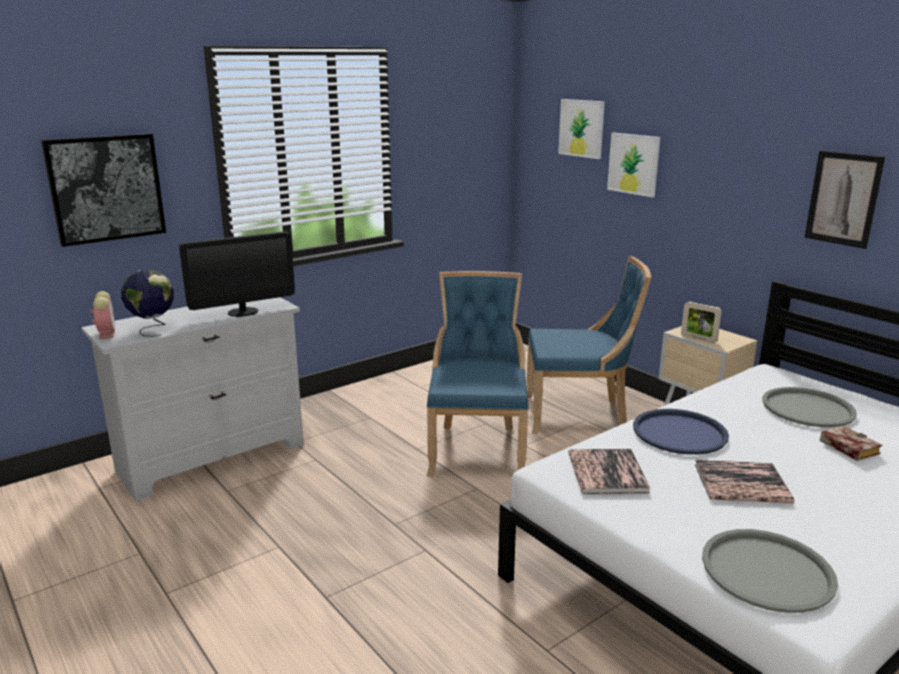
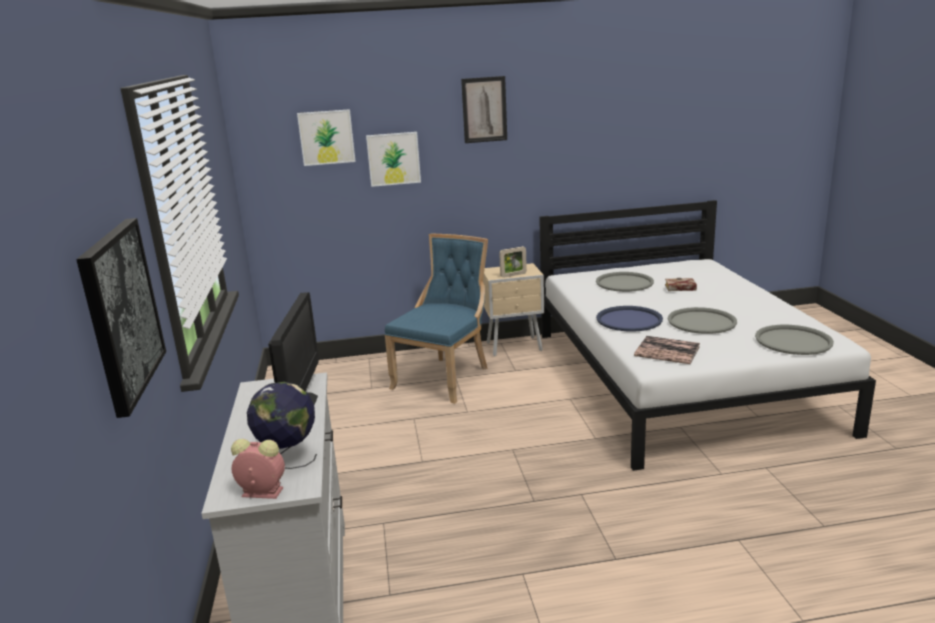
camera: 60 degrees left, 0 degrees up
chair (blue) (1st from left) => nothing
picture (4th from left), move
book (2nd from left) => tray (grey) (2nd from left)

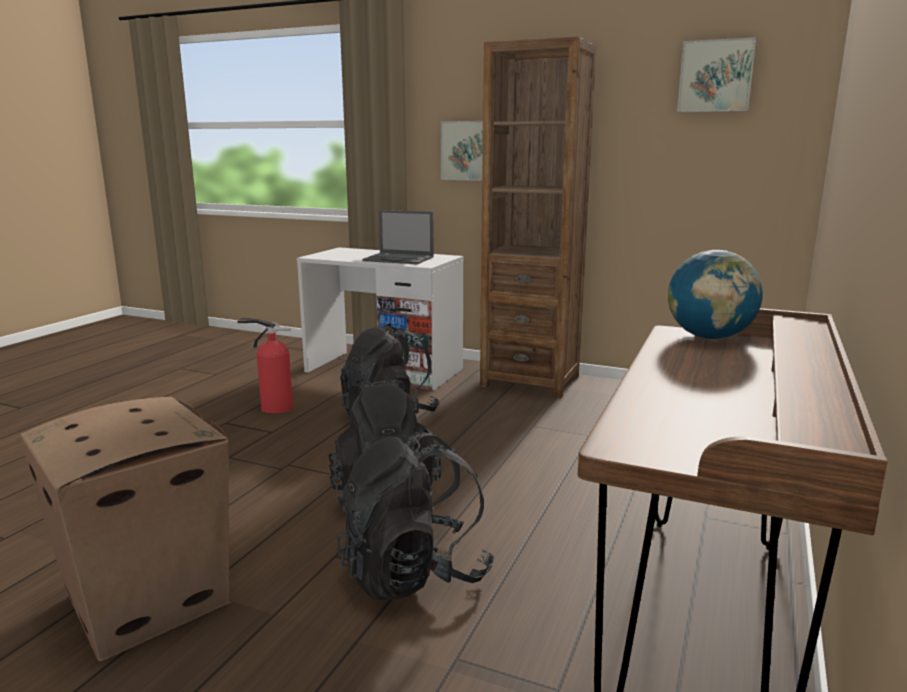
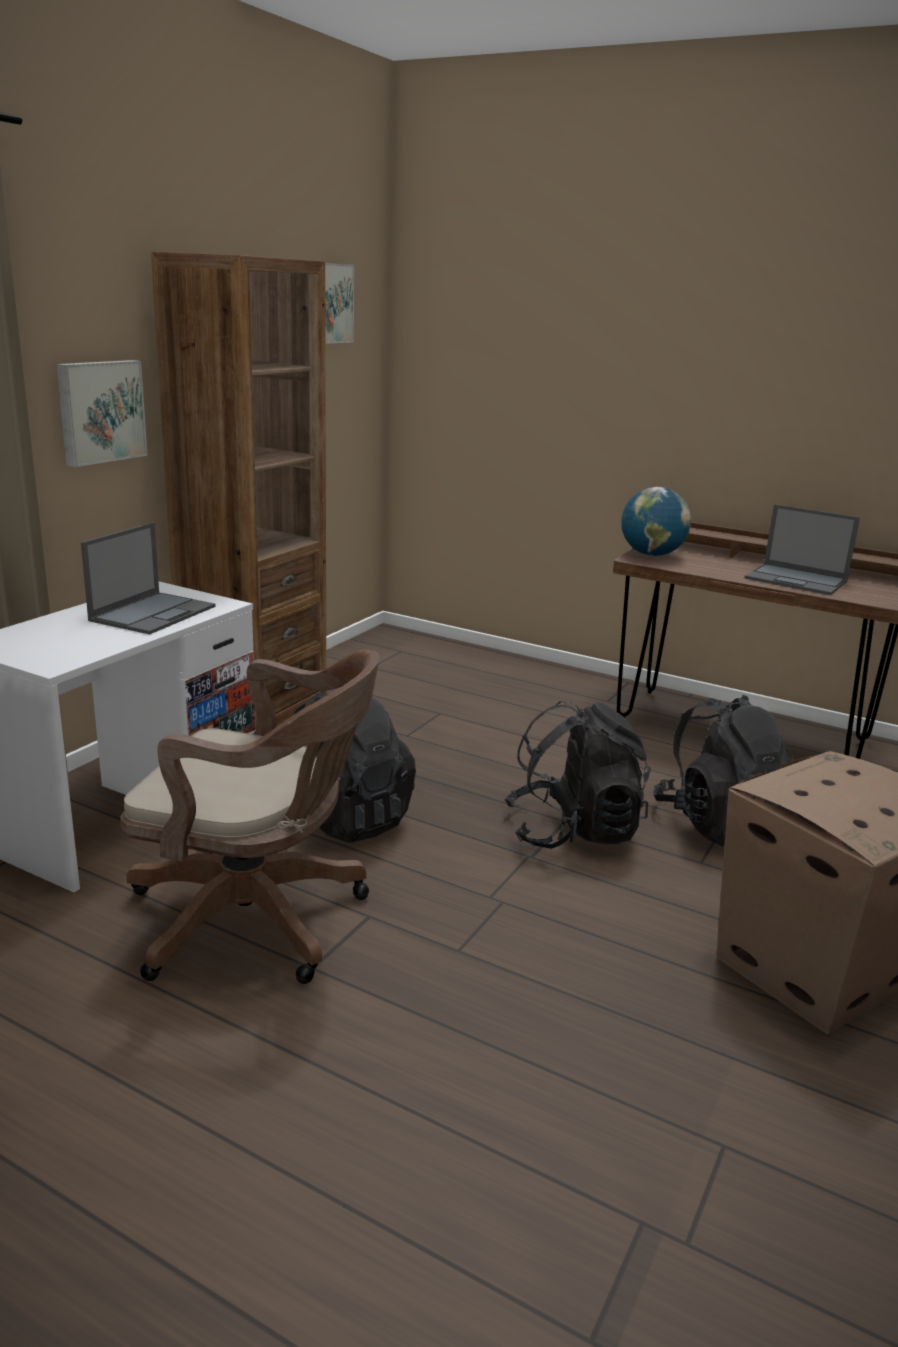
camera: 85 degrees left, 5 degrees up
nothing => laptop (2nd from left)
fire extinguisher => office chair (brown)

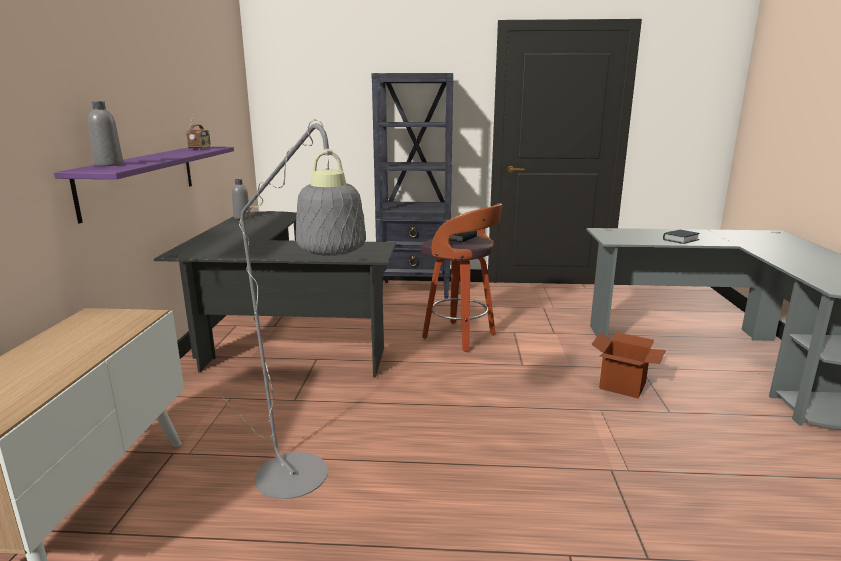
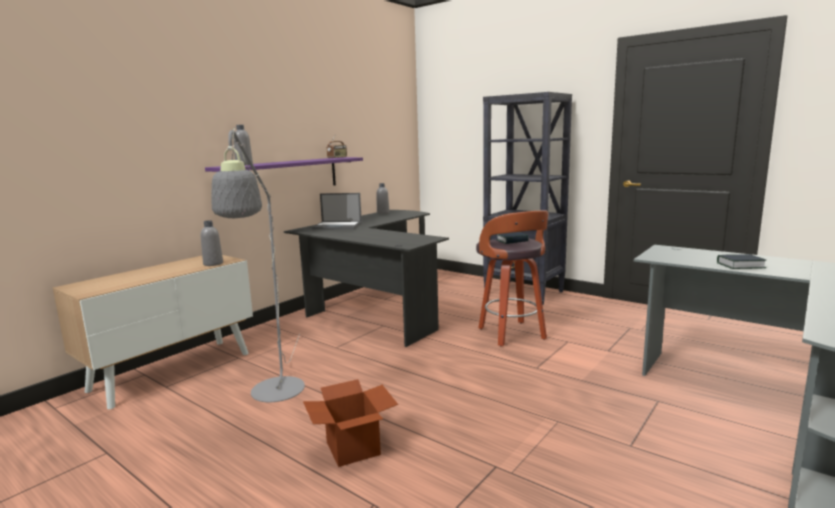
camera: 35 degrees right, 5 degrees down
nothing => bottle (grey) (1st from left)
nothing => laptop
cardboard box, move

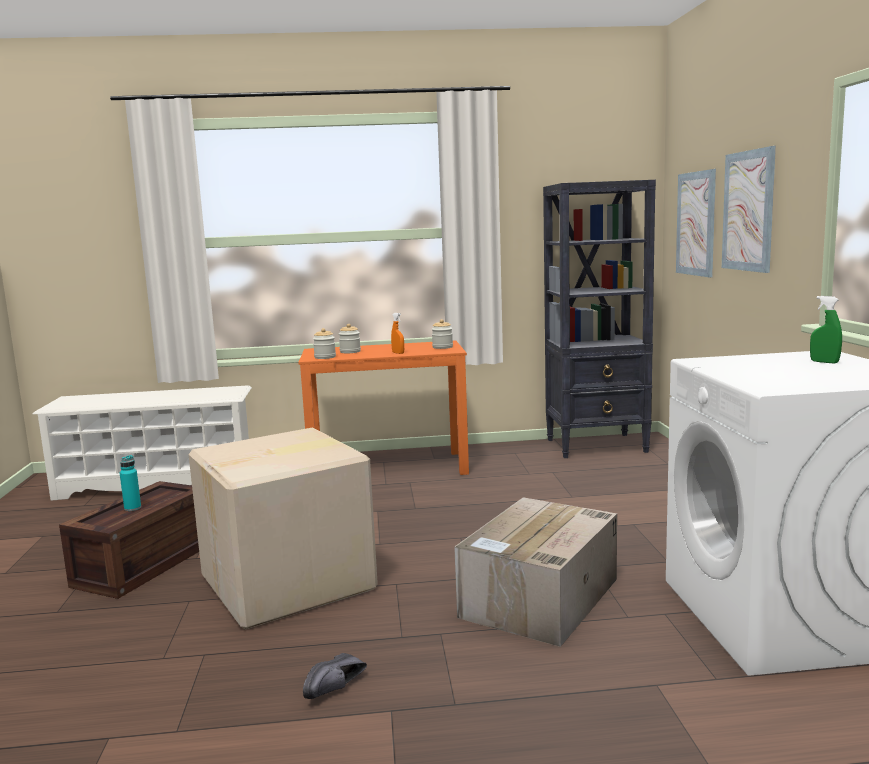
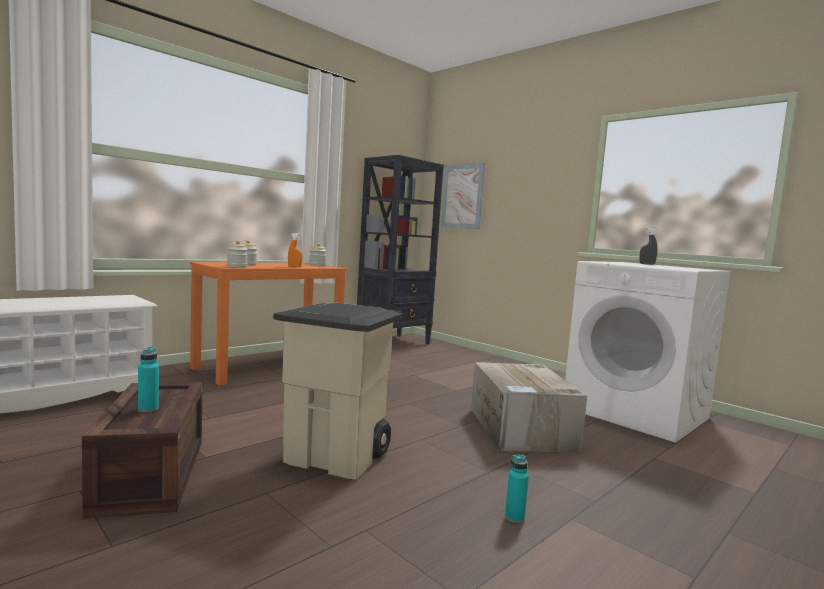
camera: 40 degrees left, 5 degrees down
picture (2nd from left) => nothing
cardboard box (1st from left) => trash can (beige)
shoe (black) => bottle (turquoise) (2nd from left)
spray bottle (green) => spray bottle (grey)

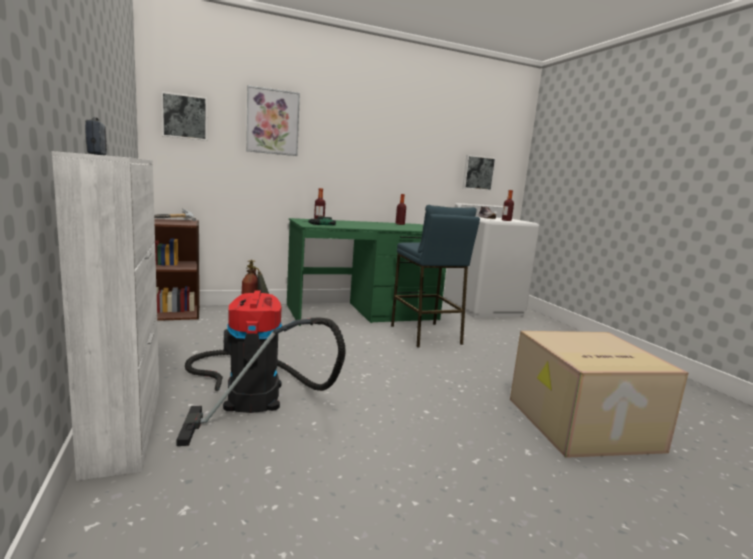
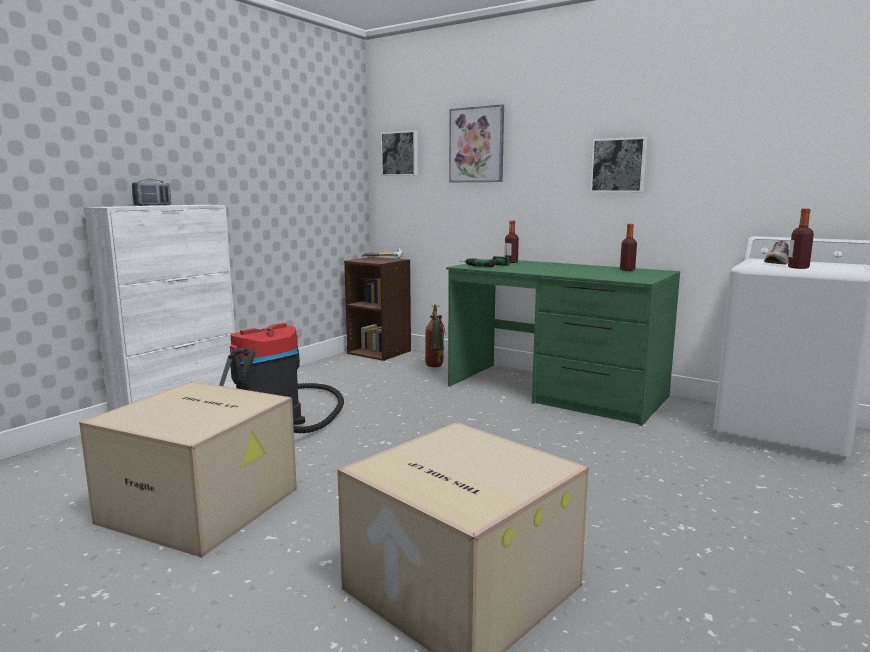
camera: 55 degrees right, 0 degrees up
stool (blue) => nothing
nothing => cardboard box (1st from left)
picture (3rd from left), move

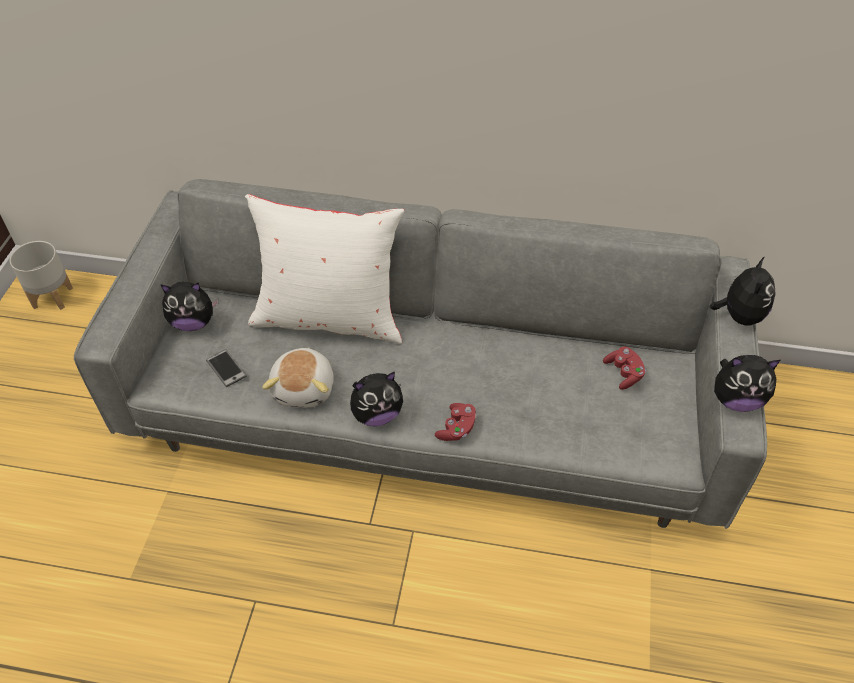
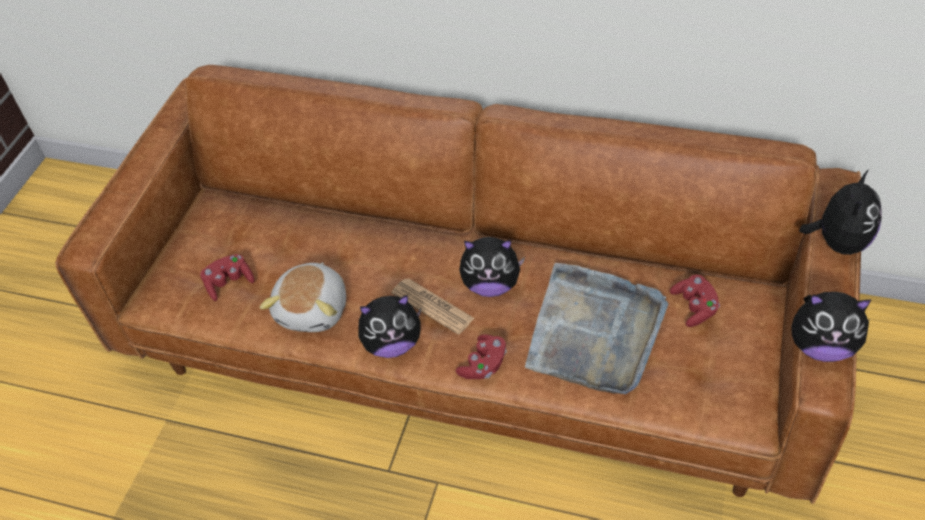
camera: 10 degrees right, 0 degrees up
planter (grey) => nothing
pillow (white) => nothing
nothing => newspaper
nothing => tray (grey)
plush toy (1st from left in the first image) => plush toy (3rd from left), move
phone => game controller (red) (1st from left)
sofa (grey) => sofa (brown)

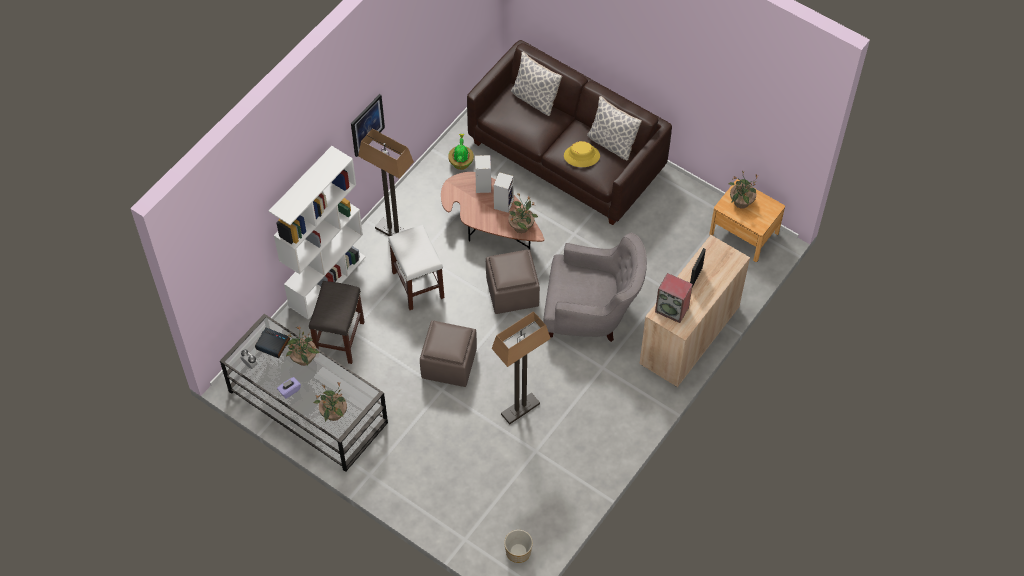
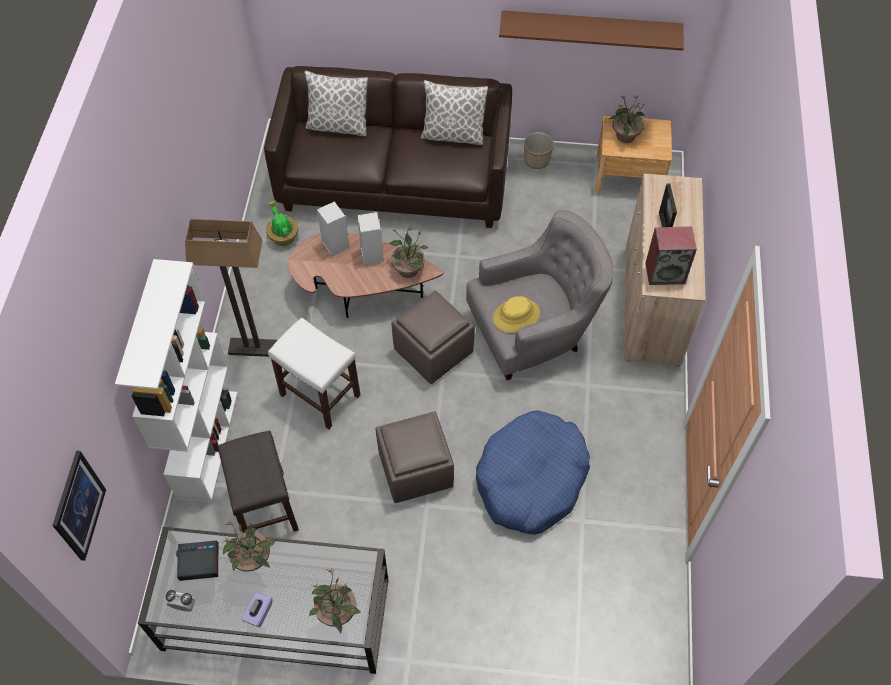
camera: 30 degrees left, 0 degrees up
nothing => shelf (brown)
picture, move
planter, move
hat (yellow), move
floor lamp (2nd from left) => dog bed (blue)

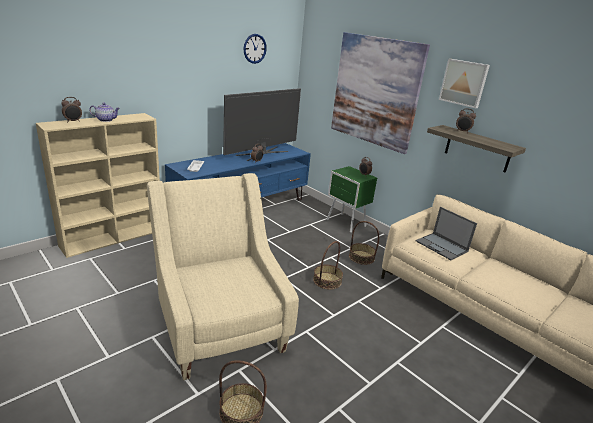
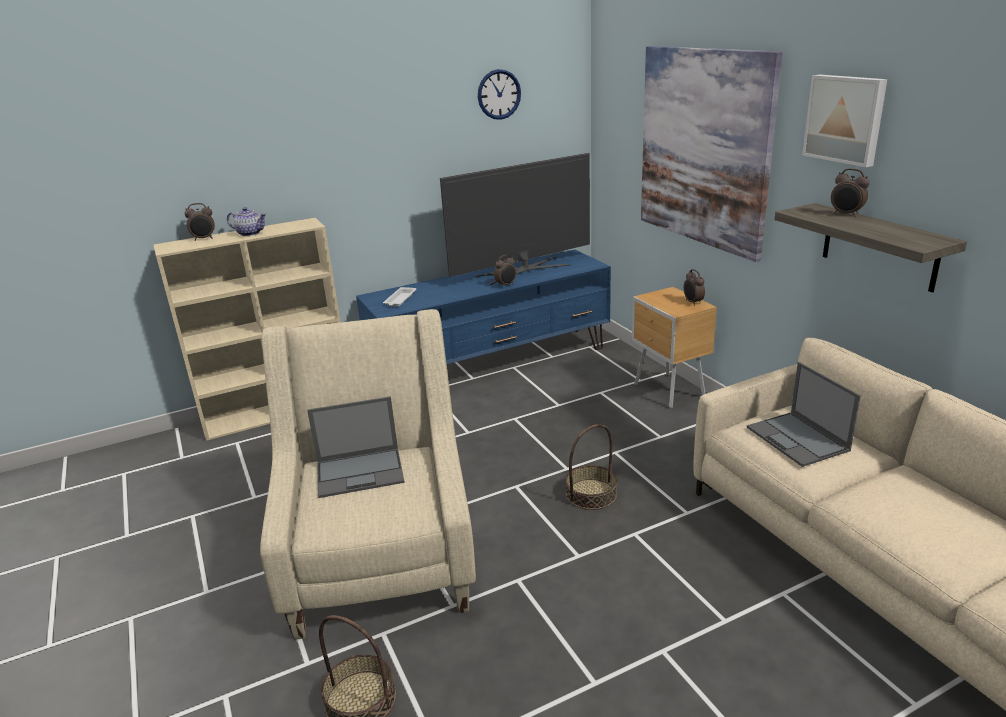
camera: 20 degrees right, 0 degrees up
basket (3rd from left) => nothing
nothing => laptop (1st from left)
nightstand (green) => nightstand (brown)

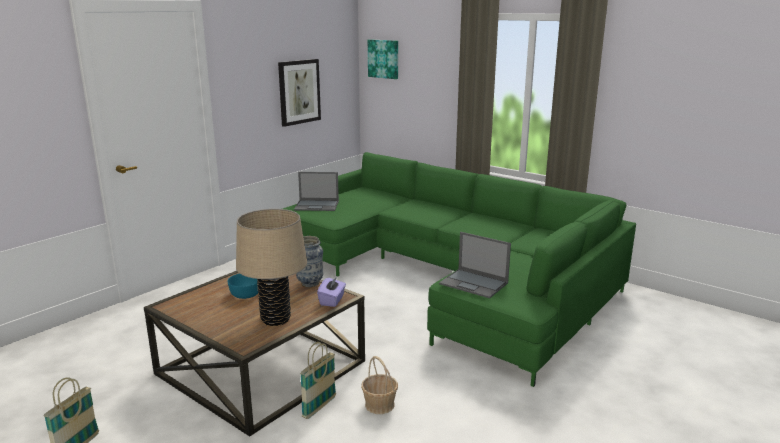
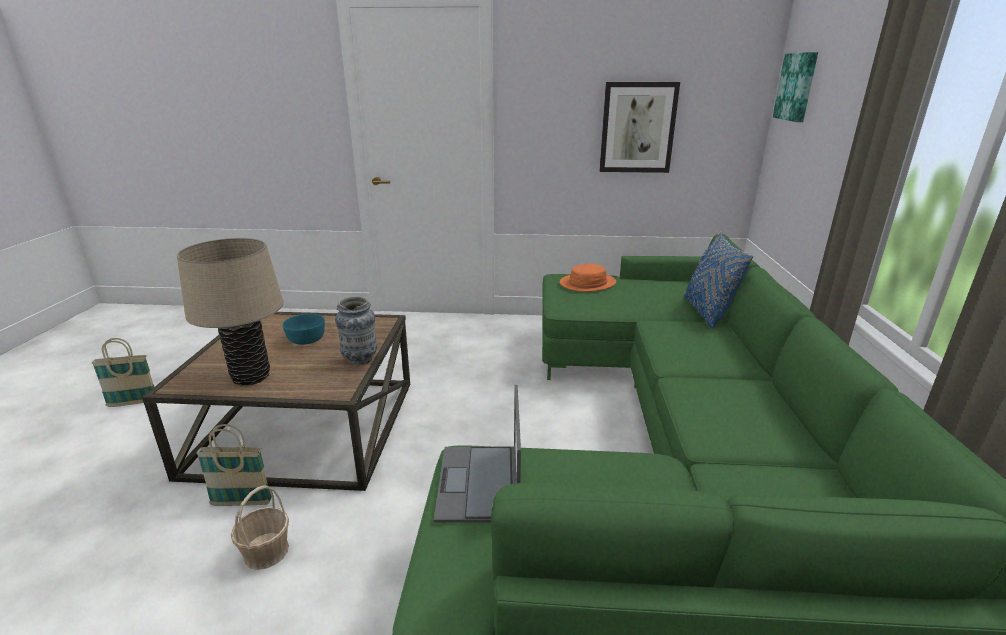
camera: 55 degrees right, 5 degrees up
tissue box (purple) => nothing
nothing => pillow (blue)
laptop (1st from left) => hat (orange)

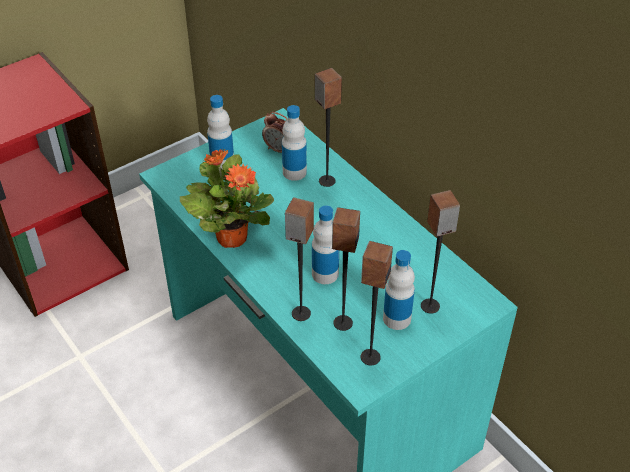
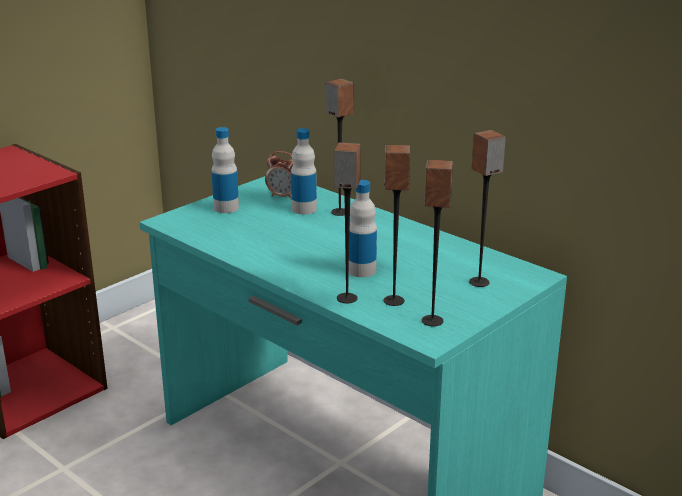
camera: 10 degrees left, 20 degrees down
potted plant => nothing
bottle (4th from left) => nothing

